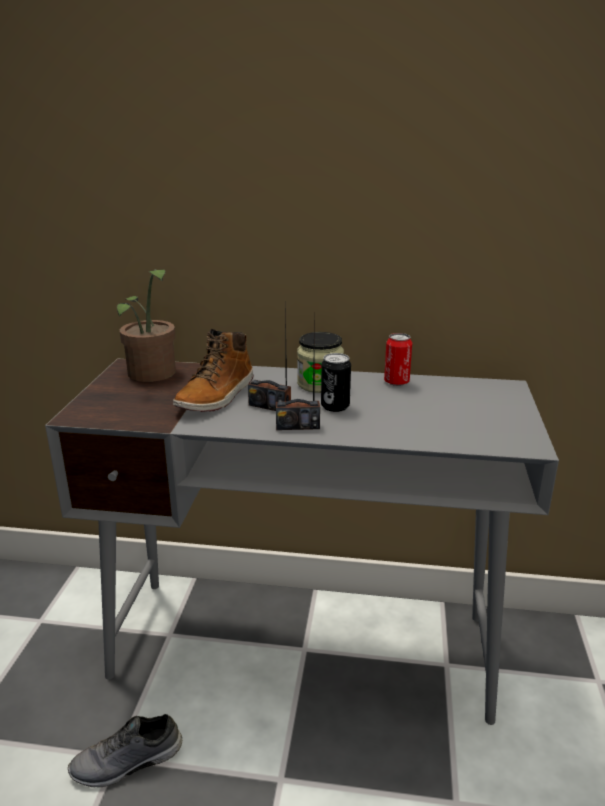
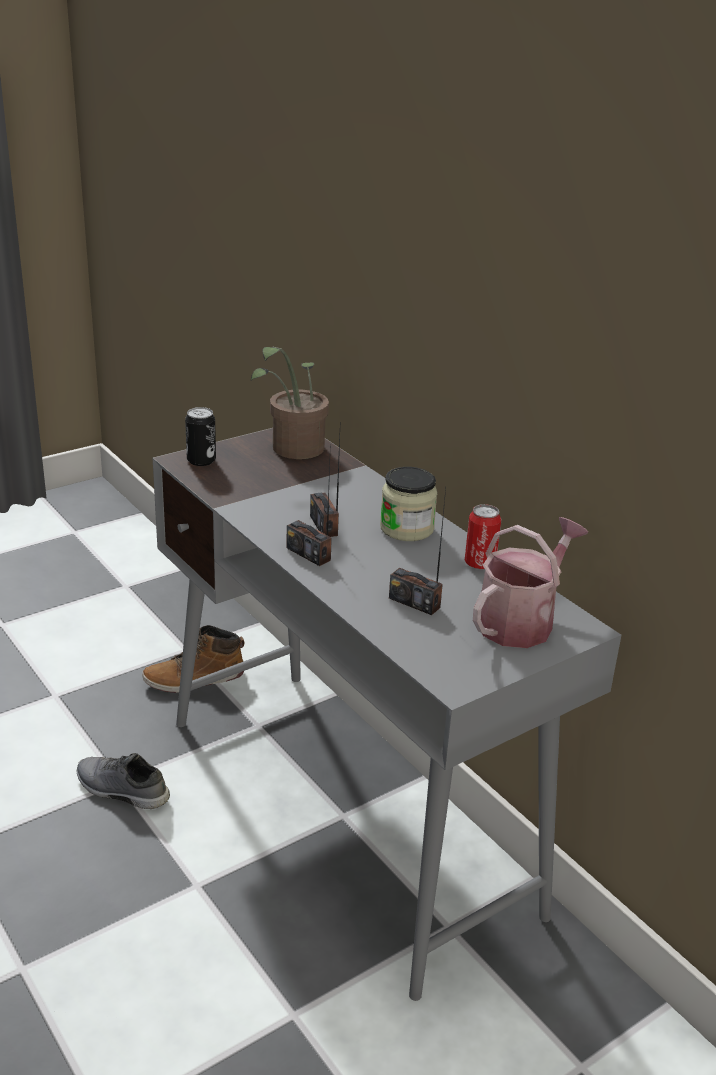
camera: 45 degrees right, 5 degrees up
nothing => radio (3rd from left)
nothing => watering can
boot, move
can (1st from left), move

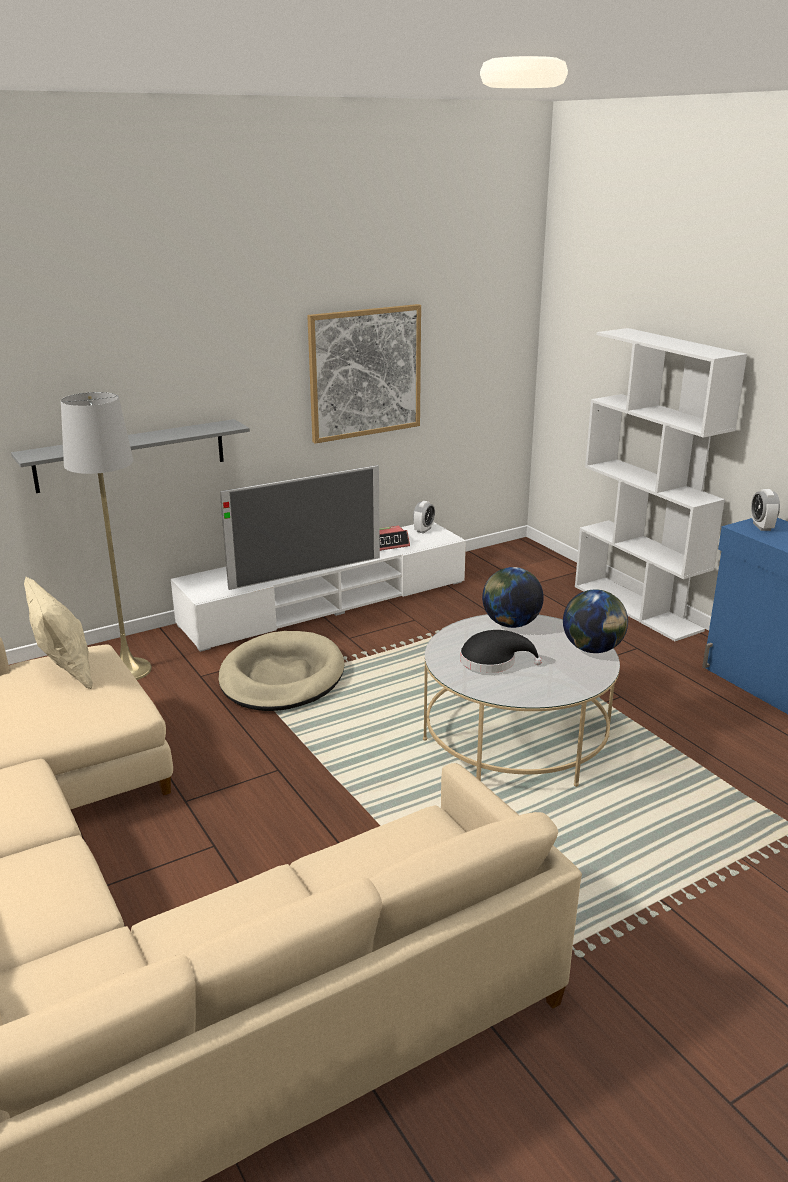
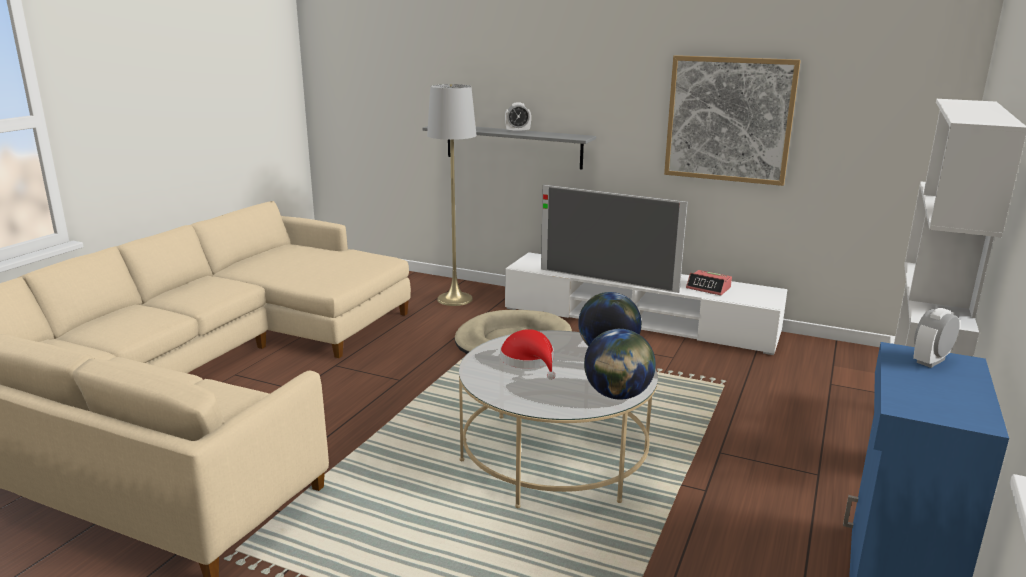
camera: 55 degrees right, 5 degrees down
pillow (beige) => nothing
alarm clock (2nd from left in the first image) => alarm clock (1st from left), move
hat (black) => hat (red)

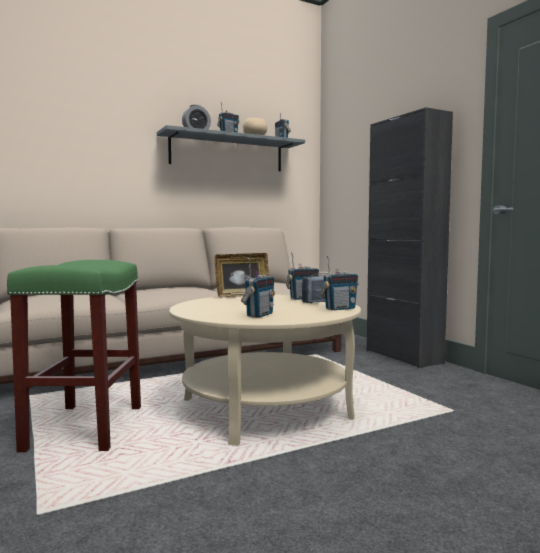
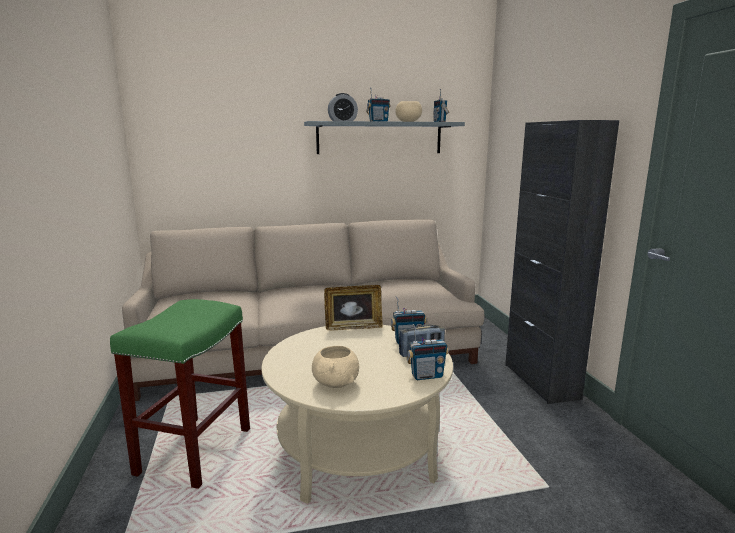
camera: 15 degrees right, 10 degrees up
radio (2nd from left) => bowl (beige) (1st from left)

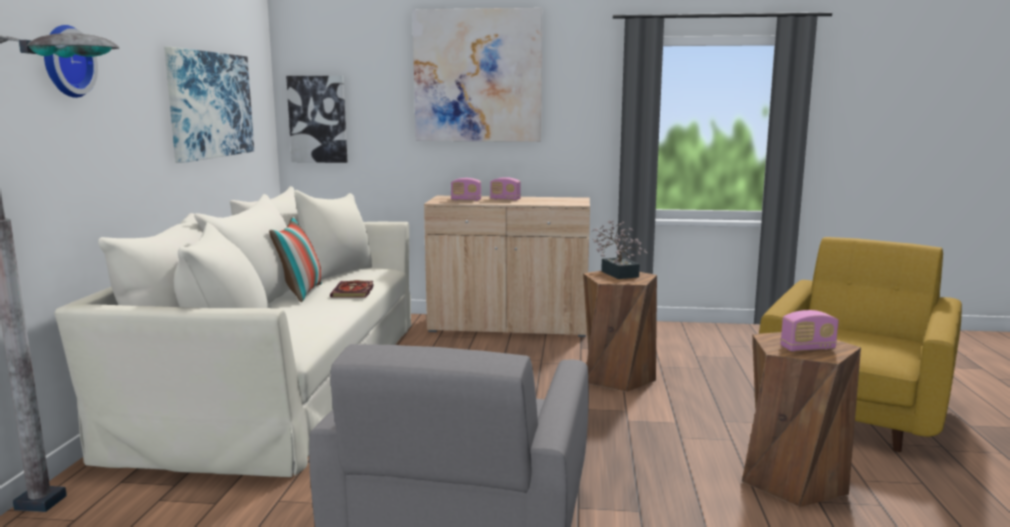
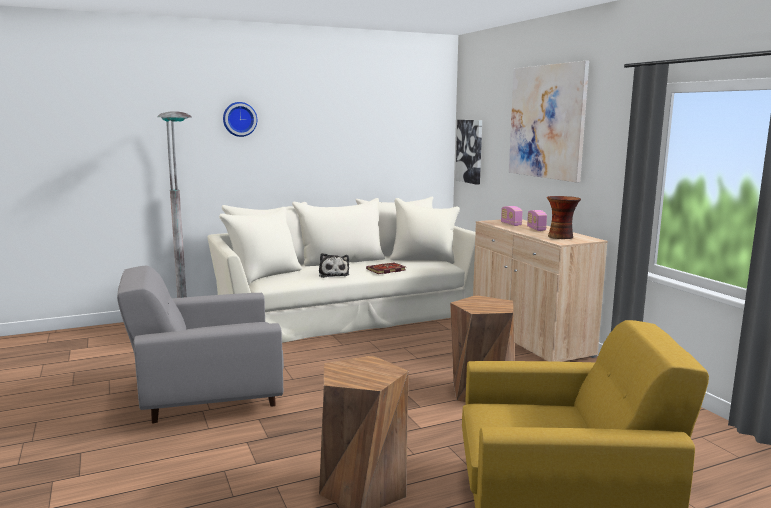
camera: 60 degrees right, 0 degrees up
picture (1st from left) => nothing
pillow => nothing
potted plant => nothing
radio (3rd from left) => nothing
nothing => plush toy
nothing => vase

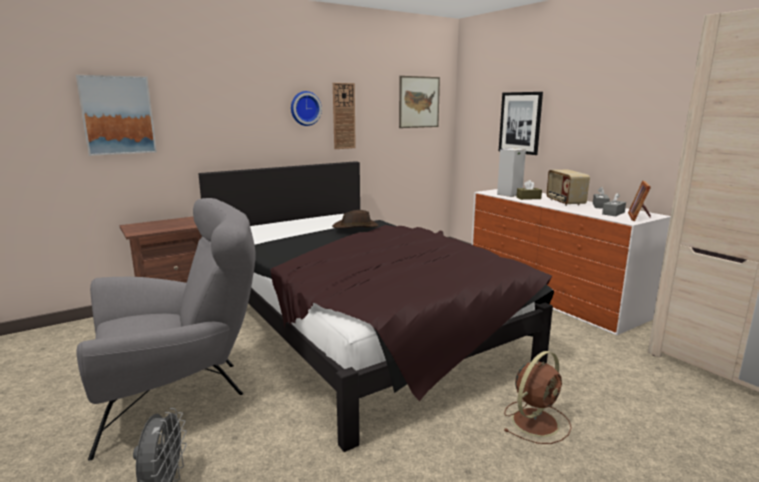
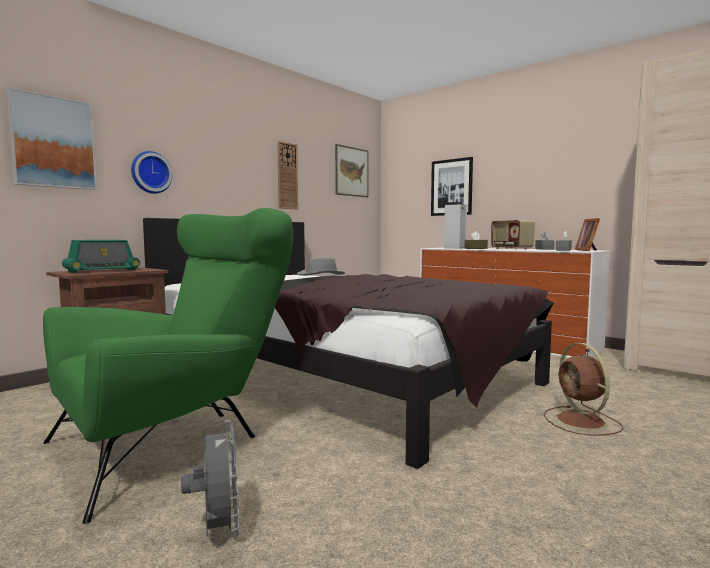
camera: 15 degrees left, 10 degrees down
nothing => radio (1st from left)
wall clock (1st from left), move
armchair (grey) => armchair (green)
hat (brown) => hat (grey)
fan (brown), 135 degrees clockwise

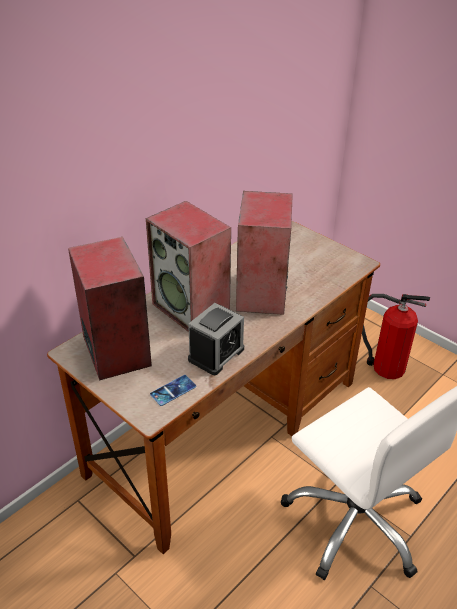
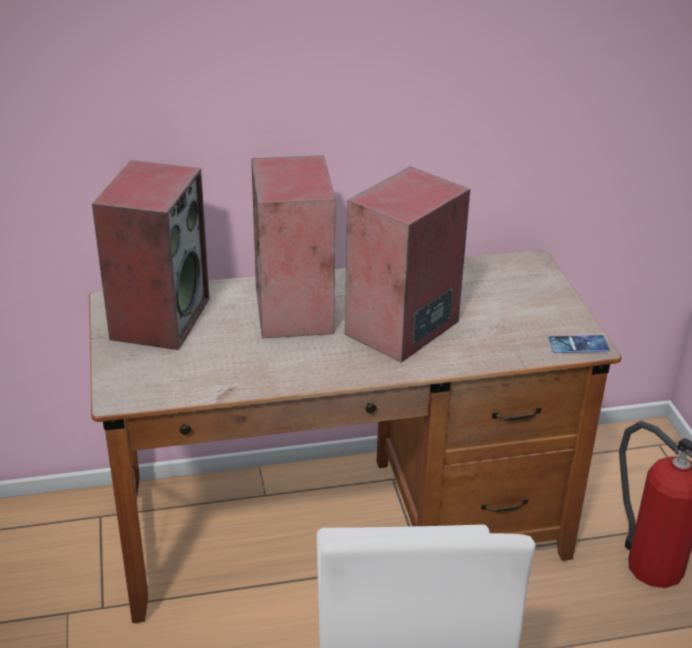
camera: 35 degrees right, 5 degrees down
alarm clock => nothing
phone, move

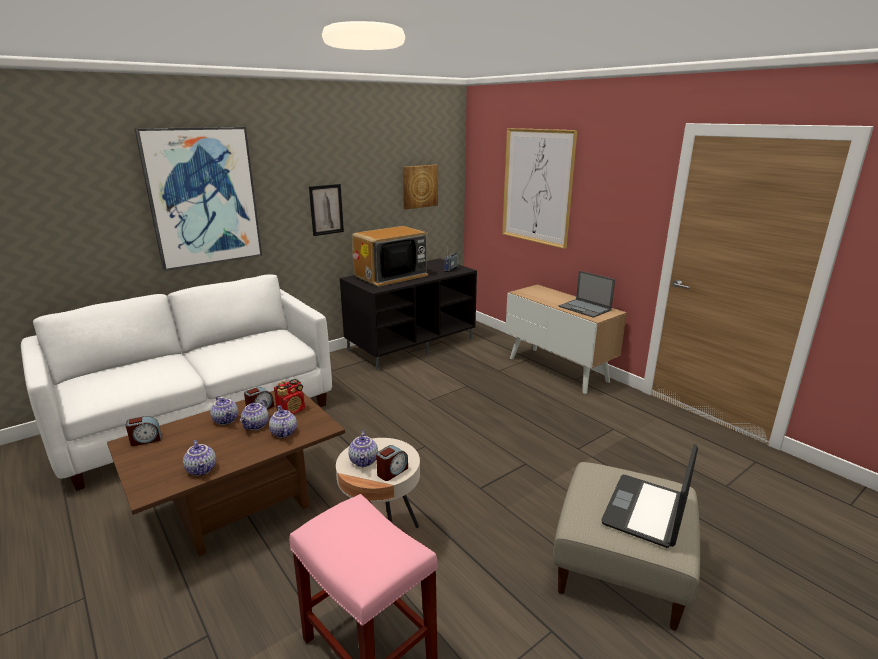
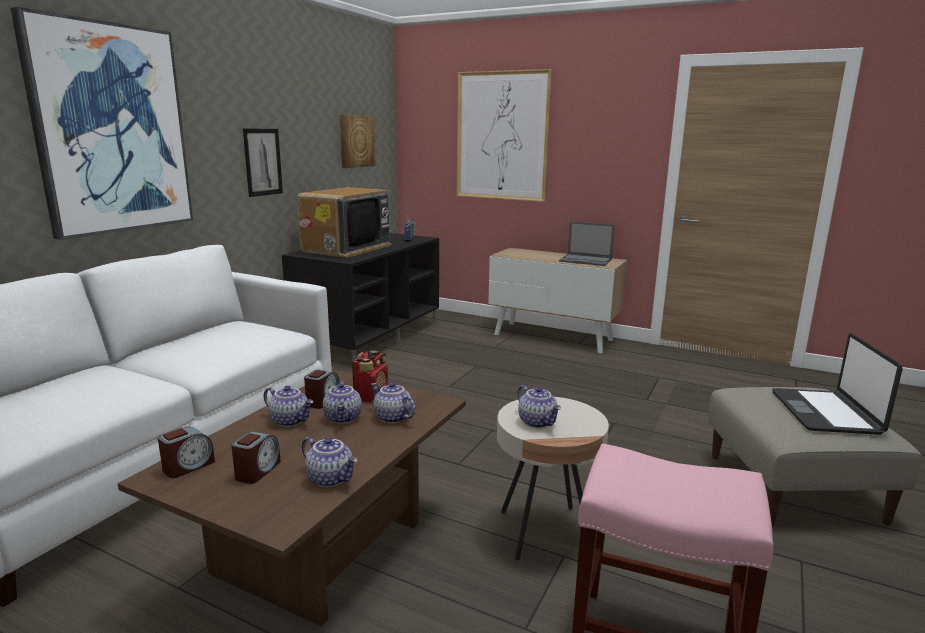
camera: 25 degrees left, 5 degrees down
alarm clock (3rd from left in the first image) => alarm clock (2nd from left), move

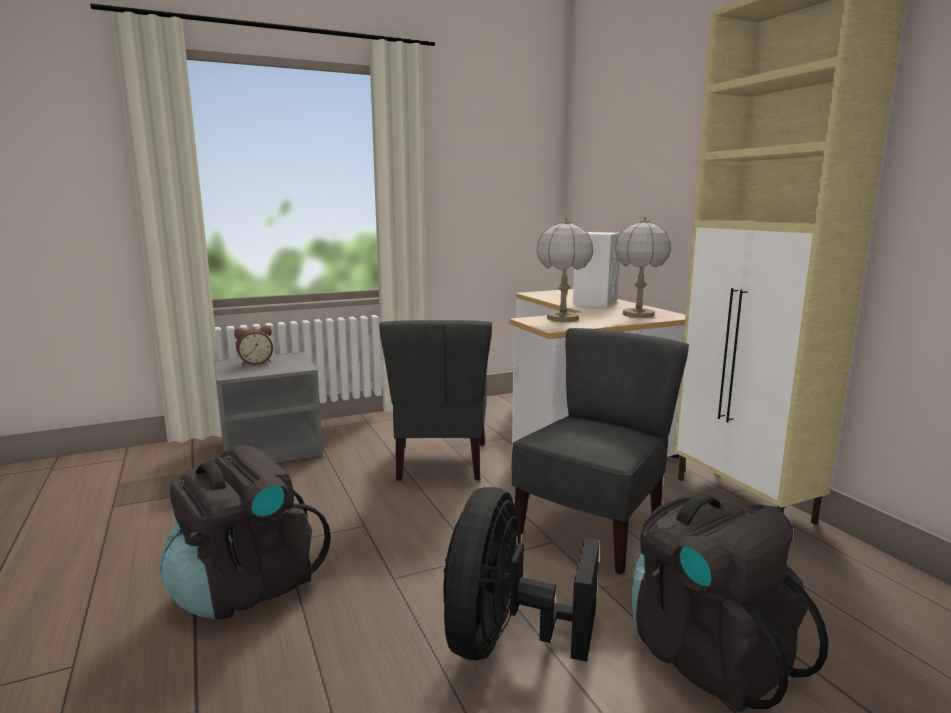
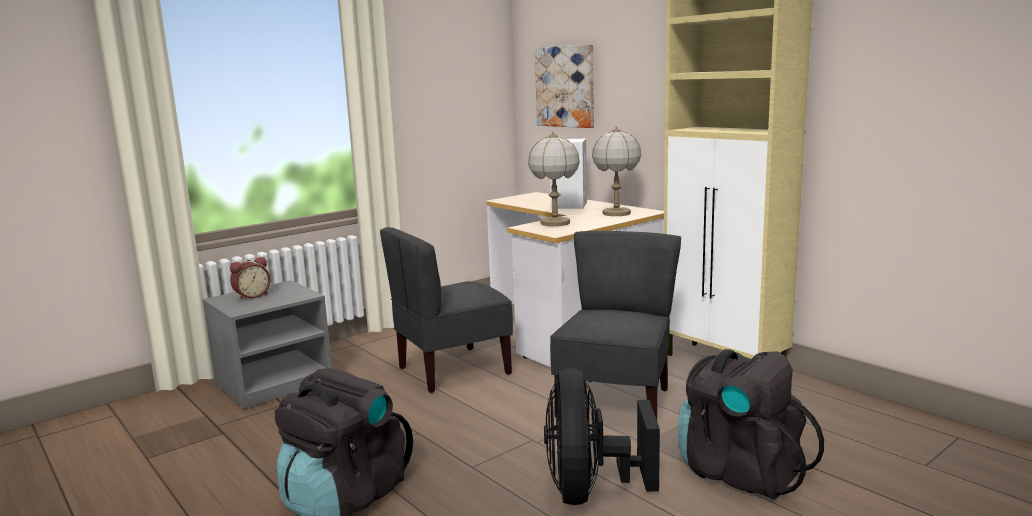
camera: 15 degrees left, 0 degrees up
nothing => picture
chair (grey) (1st from left), 75 degrees clockwise

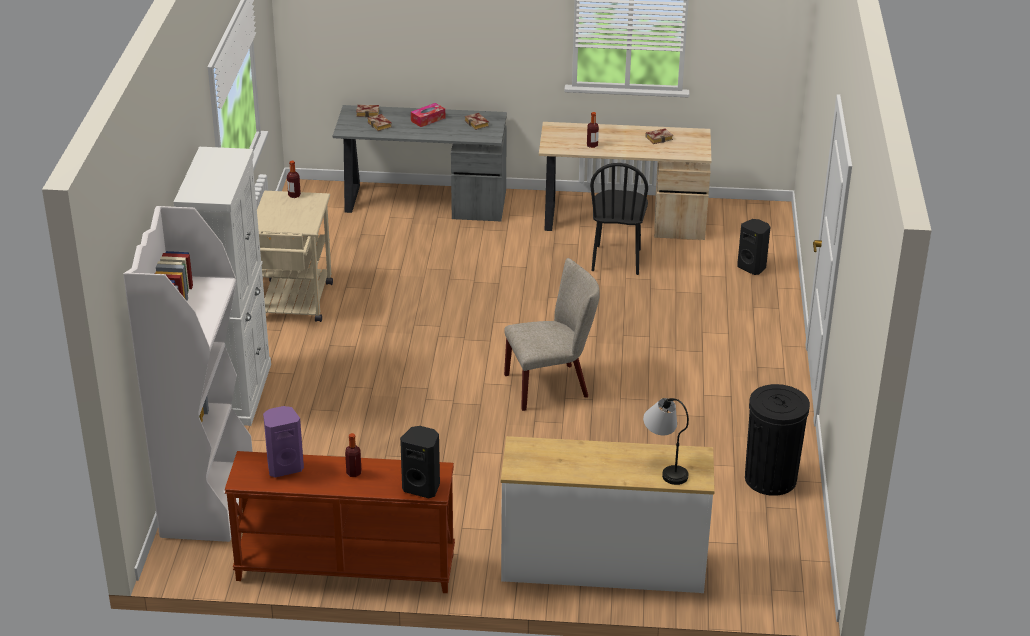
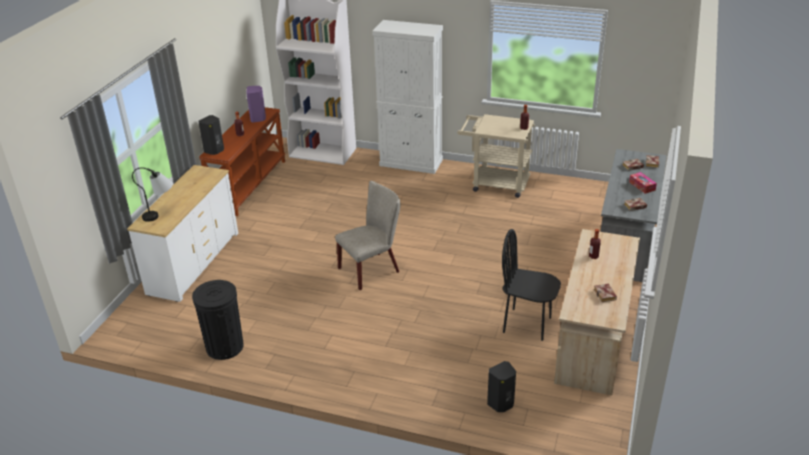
camera: 105 degrees right, 0 degrees up
chair (beige), 120 degrees counterclockwise

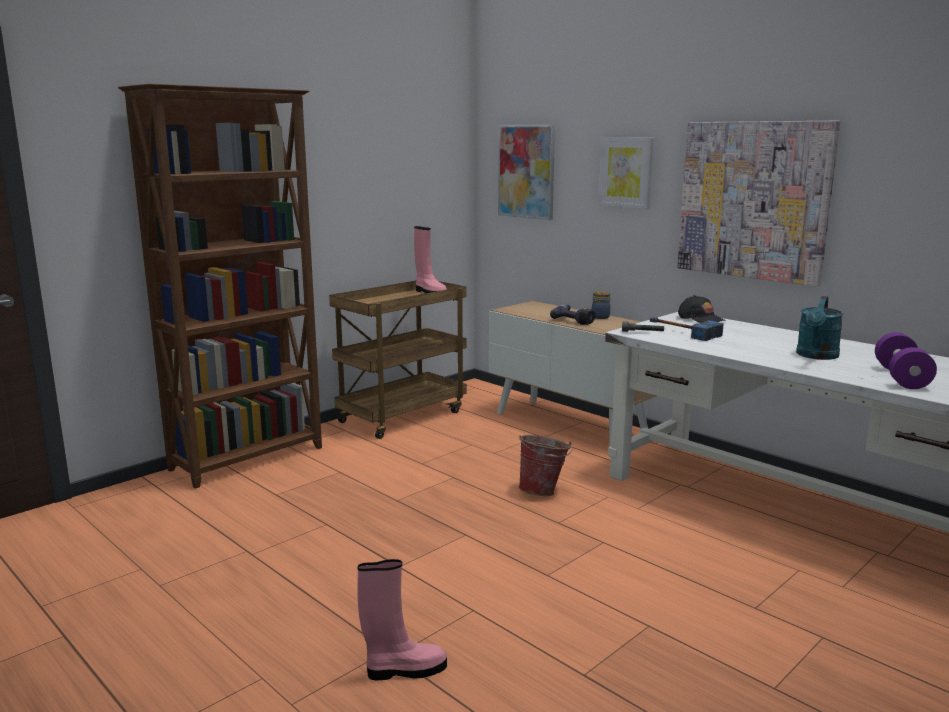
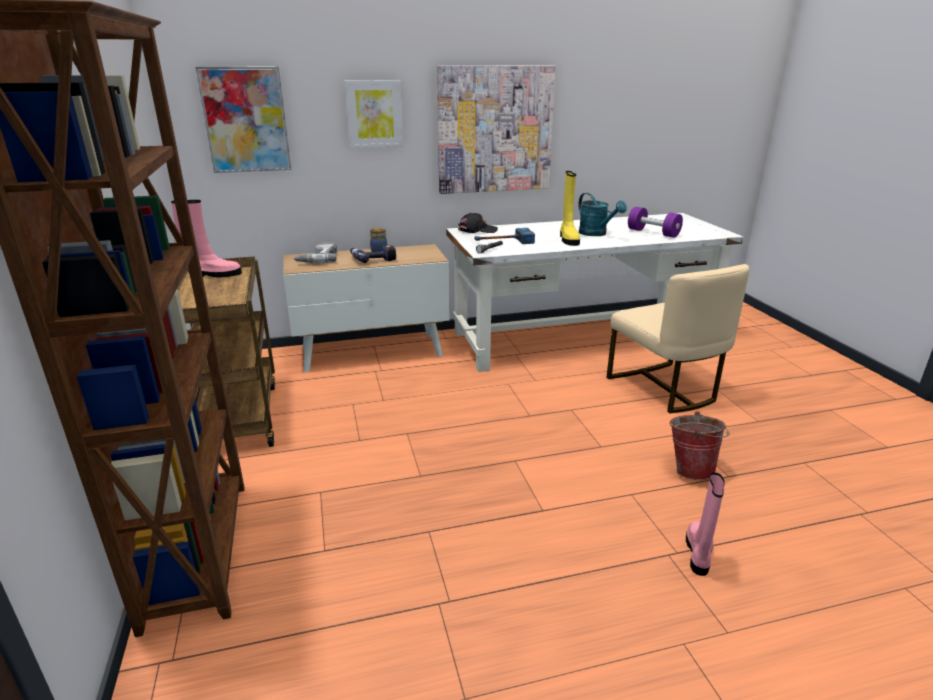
camera: 60 degrees left, 10 degrees up
nothing => power drill (1st from left)
nothing => boot (yellow)
nothing => chair (beige)
bucket, move

